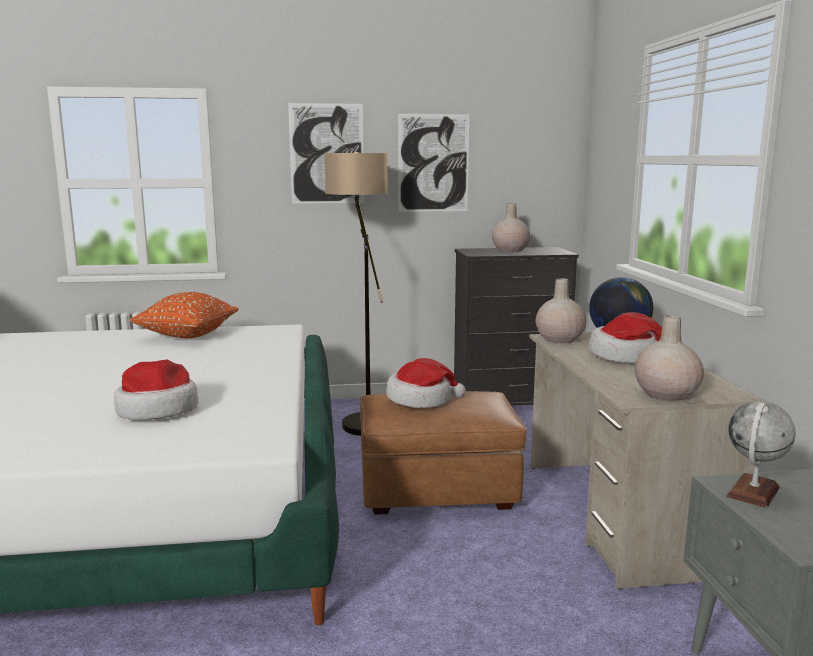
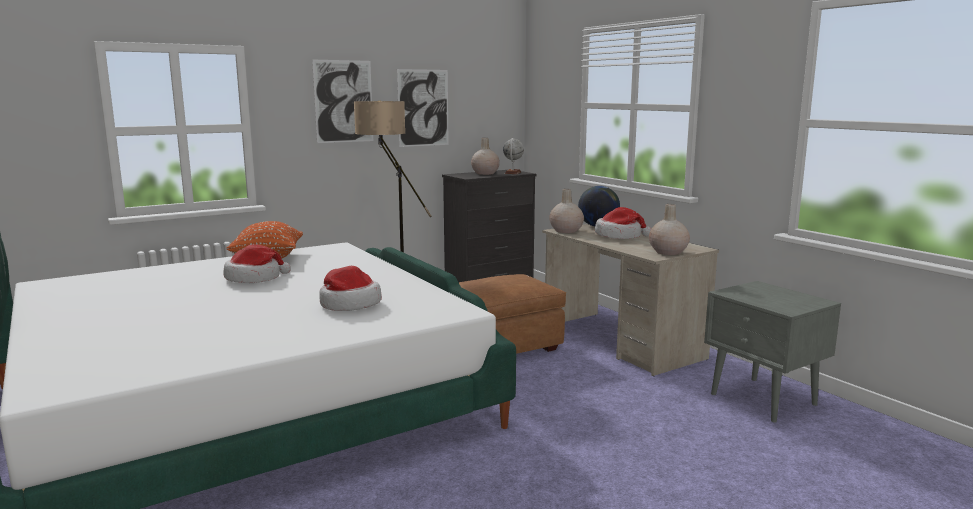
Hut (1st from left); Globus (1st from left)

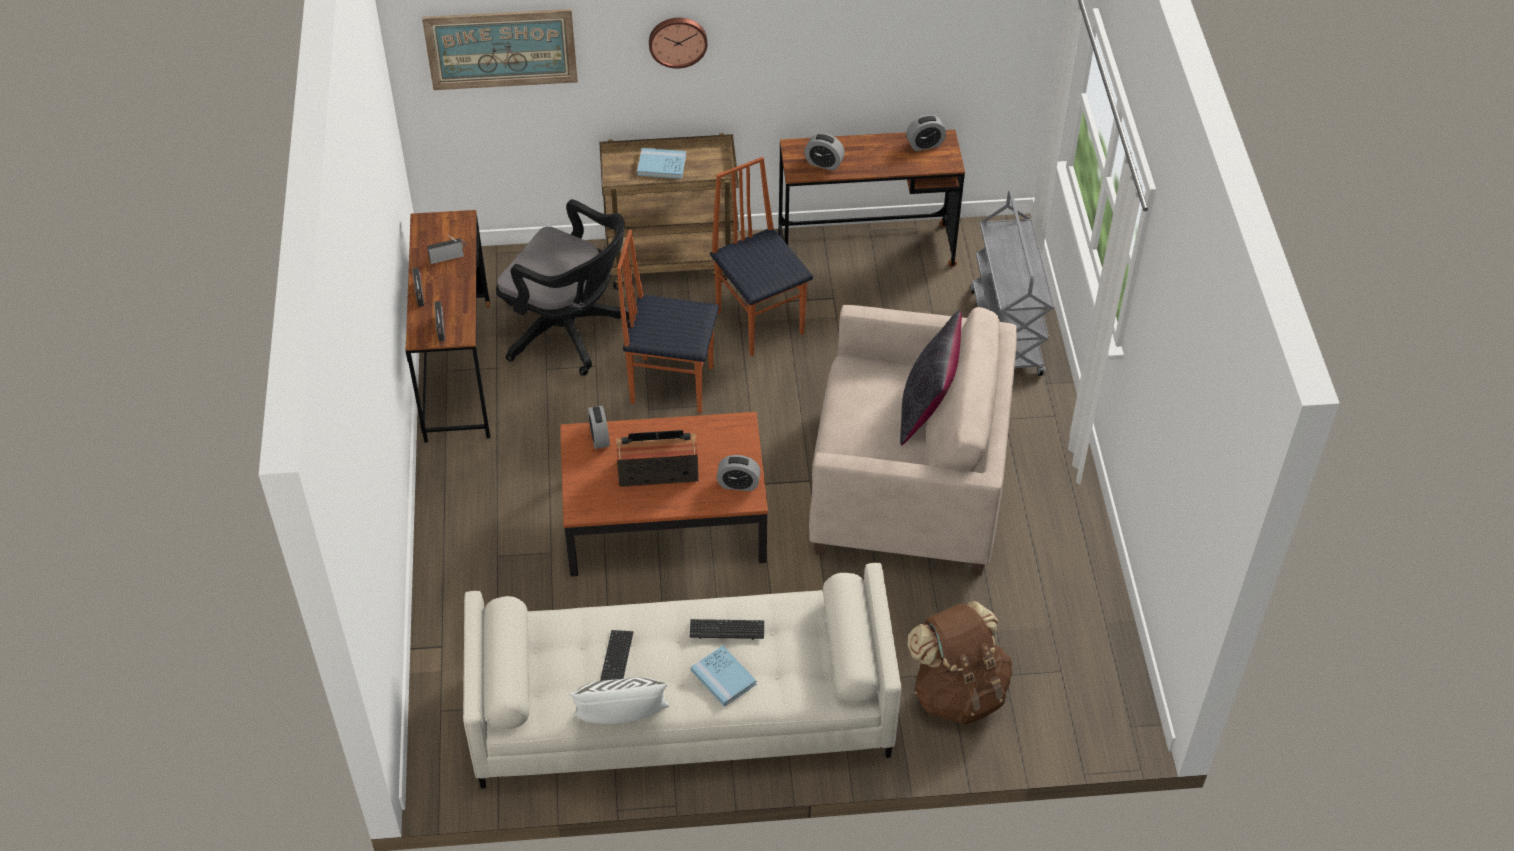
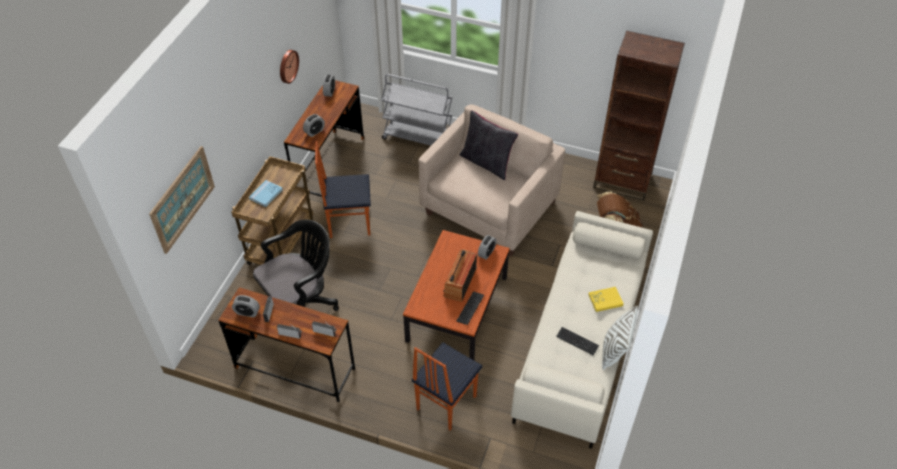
Wecker (1st from left); Stuhl (2nd from left); Wanduhr; Tastatur (1st from left); Buch (gelb); Bücherregal (braun)

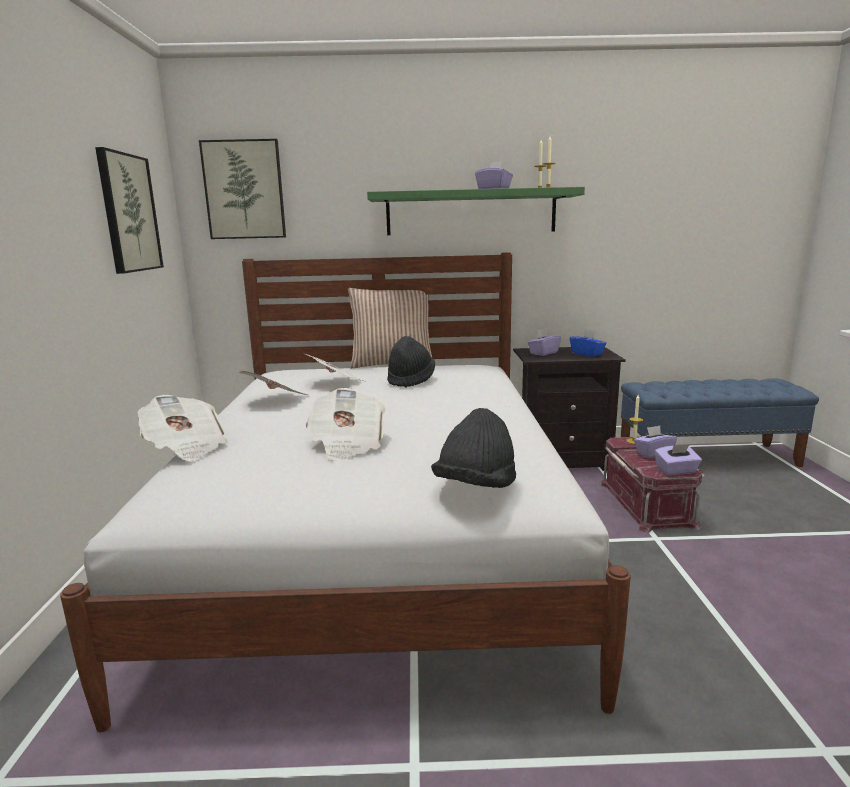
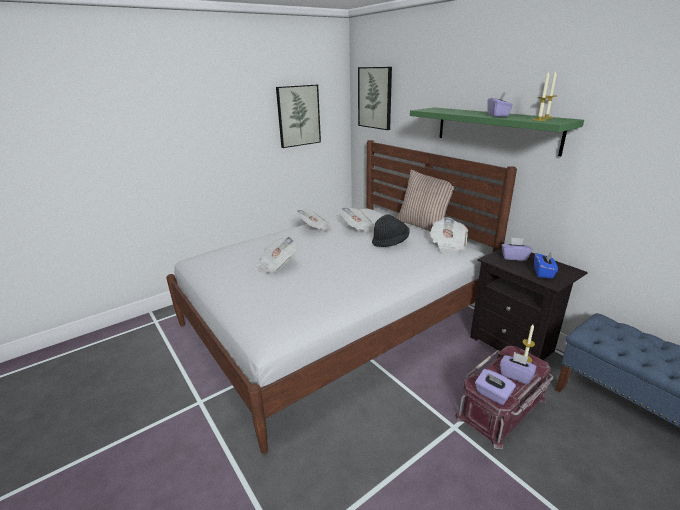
Zeitung (4th from left); Hut (schwarz) (2nd from left in the first image)

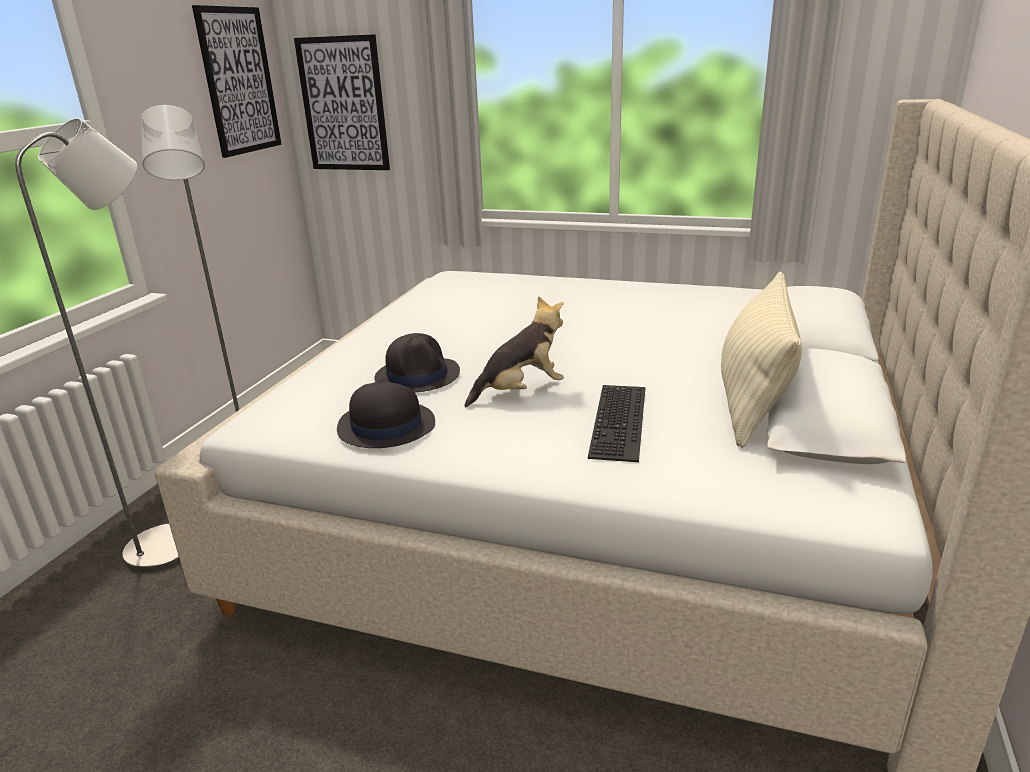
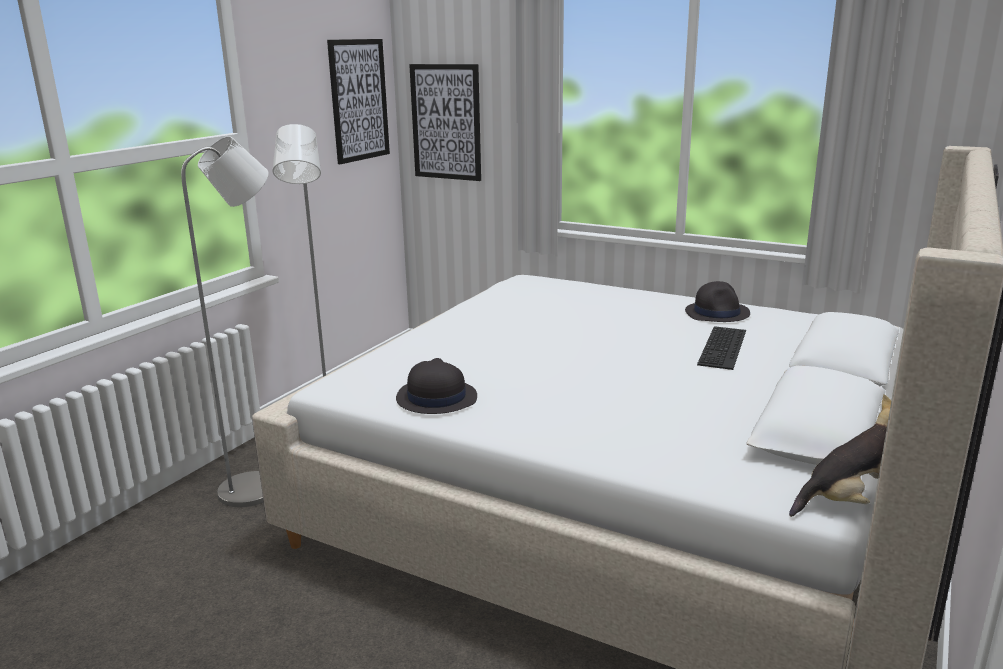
Hut (schwarz) (2nd from left); Plüschtier; Tastatur; Kissen (beige)

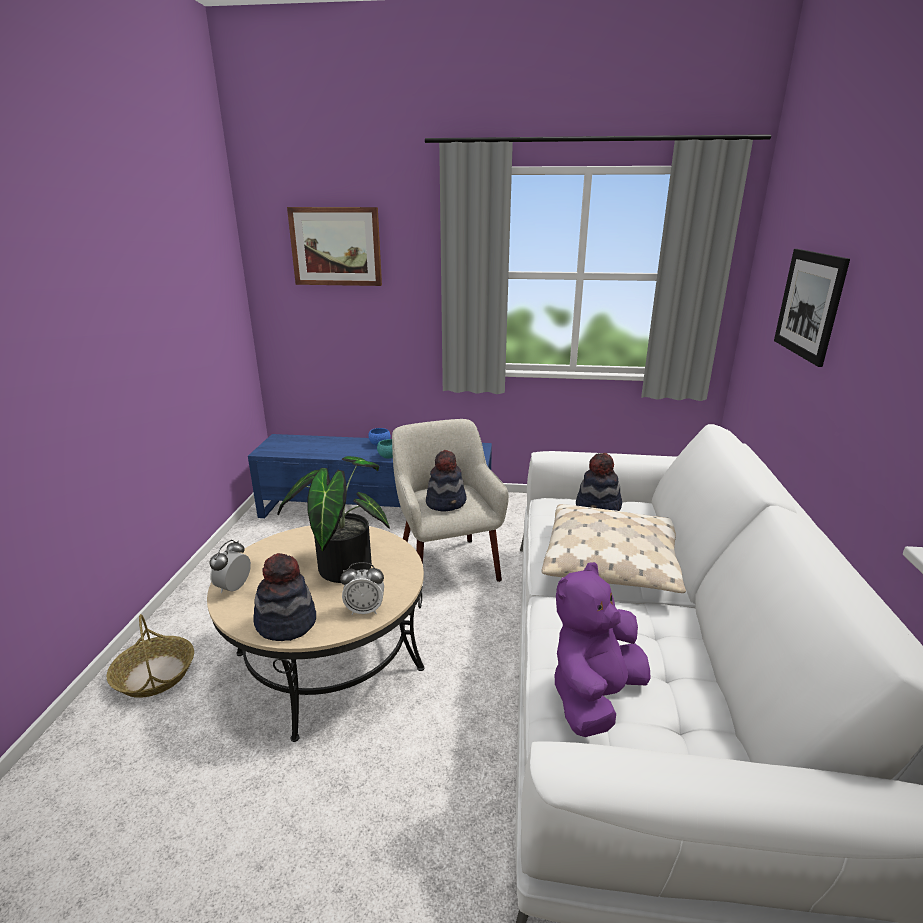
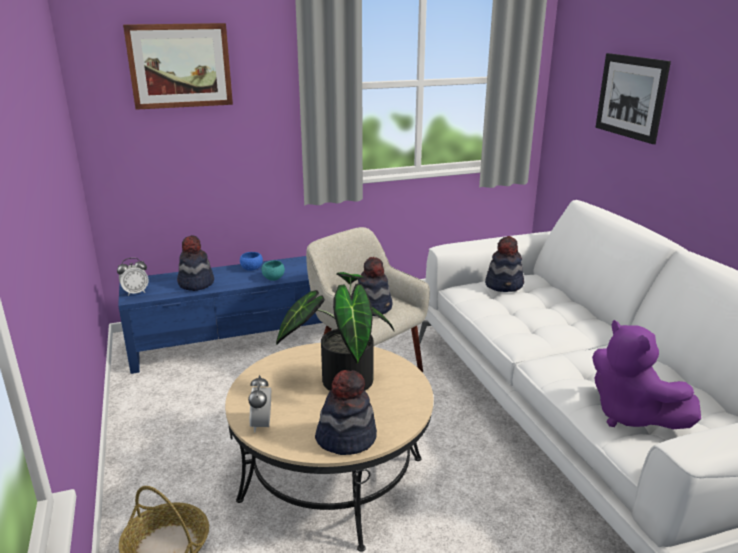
Wecker (1st from left); Kissen (beige); Plüschtier (lila); Hut (1st from left)

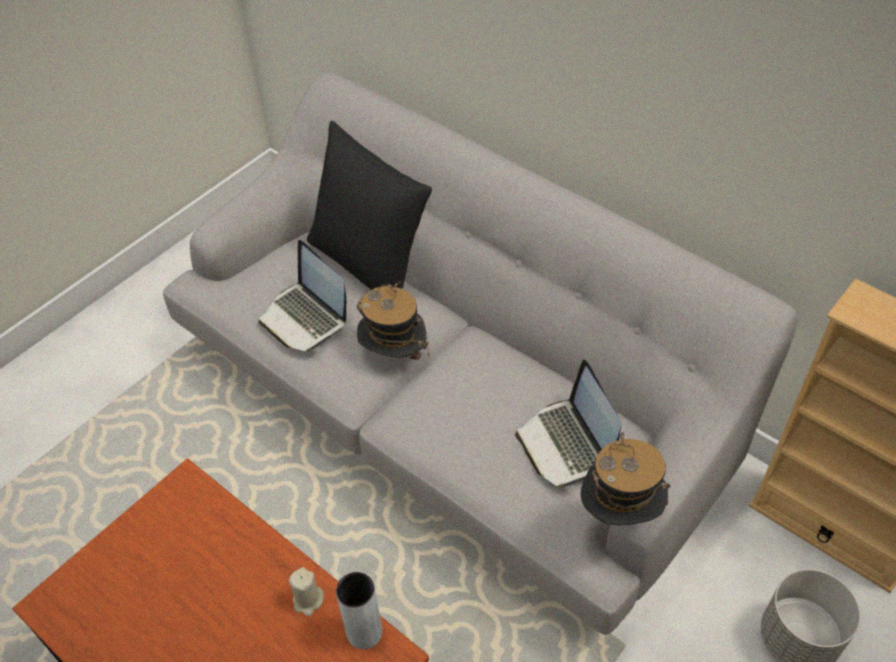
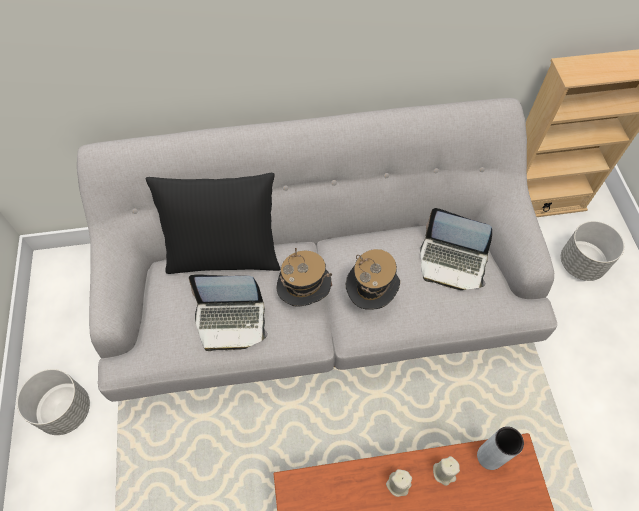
Hut (2nd from left); Pflanzkübel (grau) (1st from left); Kerze (beige) (1st from left)

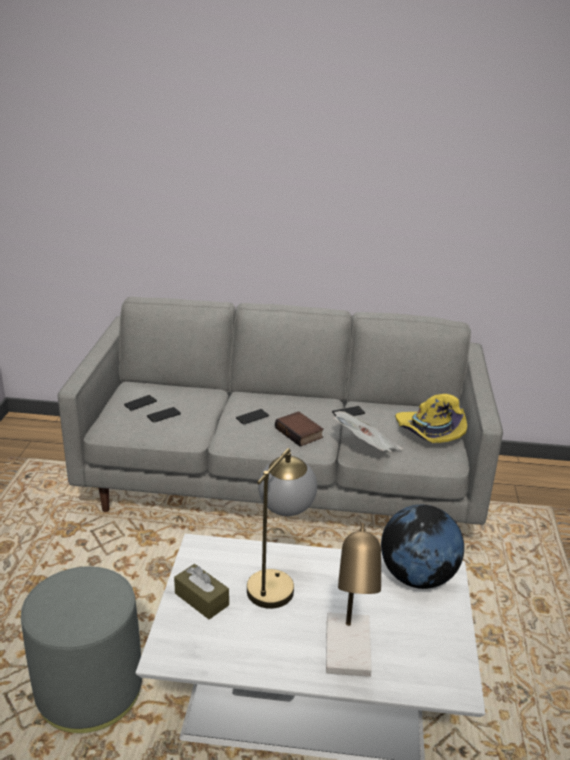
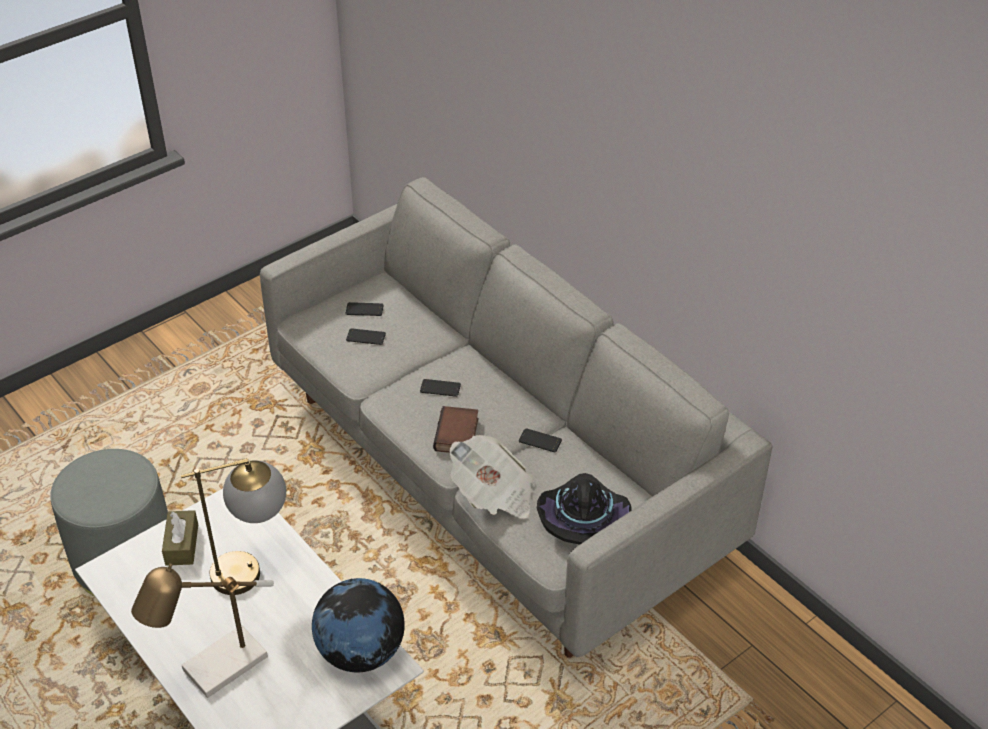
Hut (schwarz)

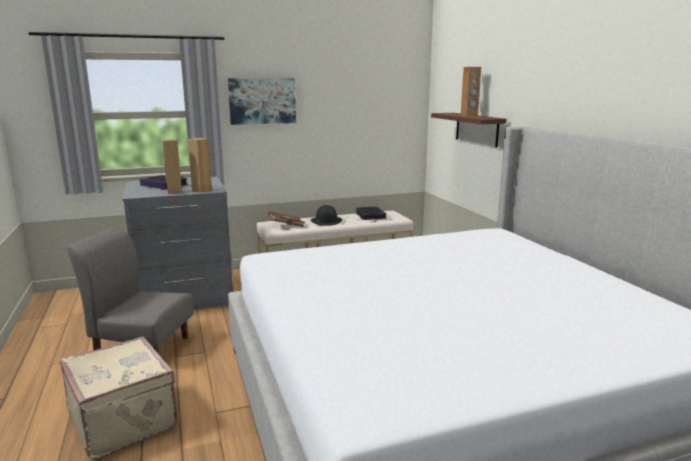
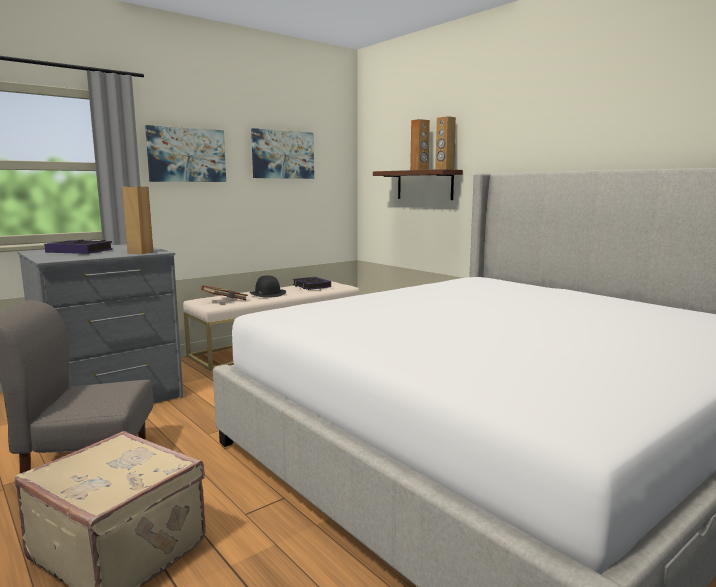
Lautsprecher (braun) (3rd from left); Bild (2nd from left)

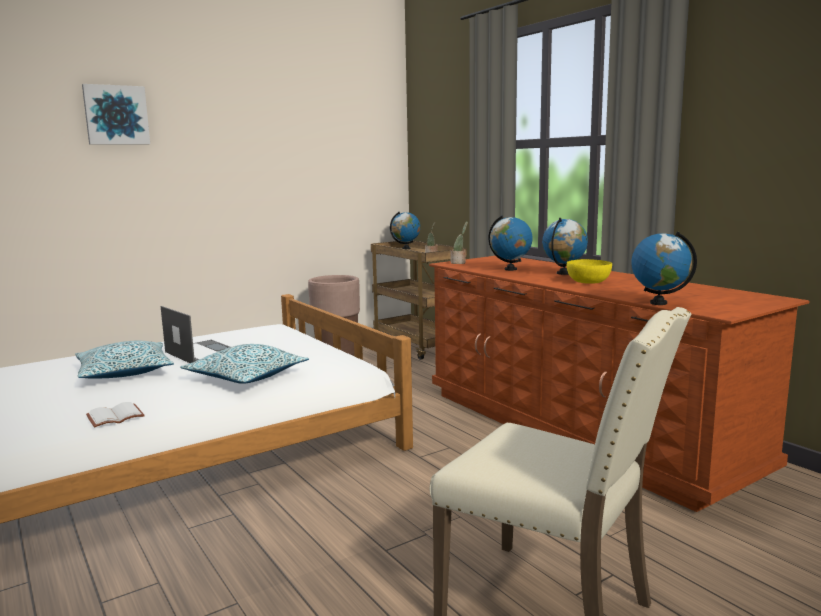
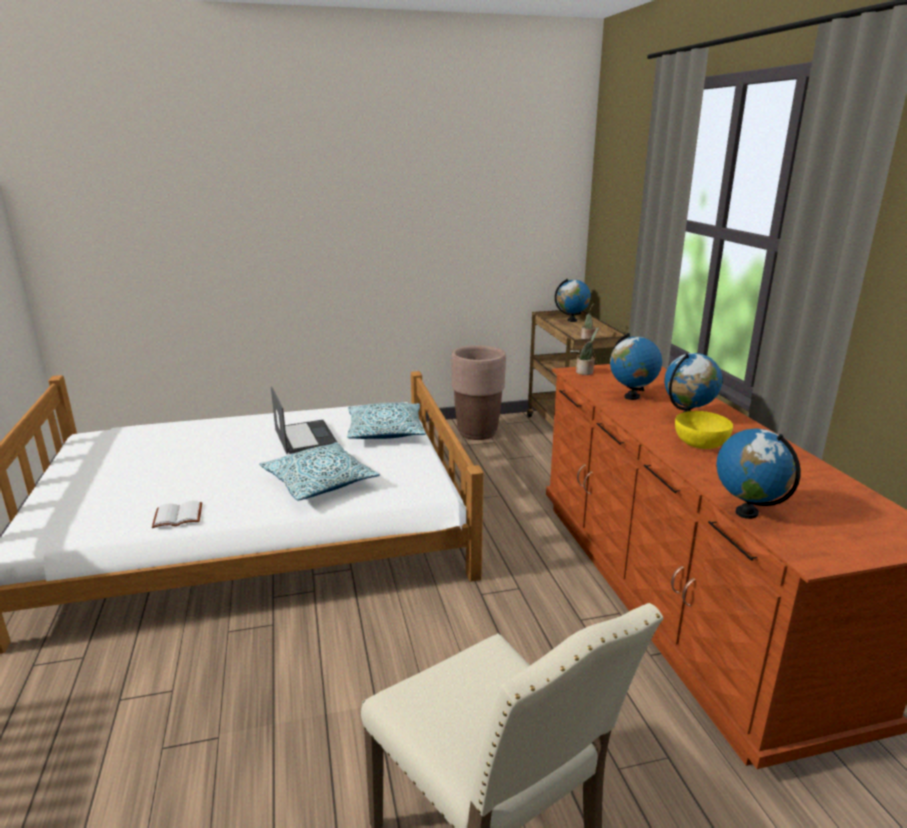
Kissen (2nd from left); Bild

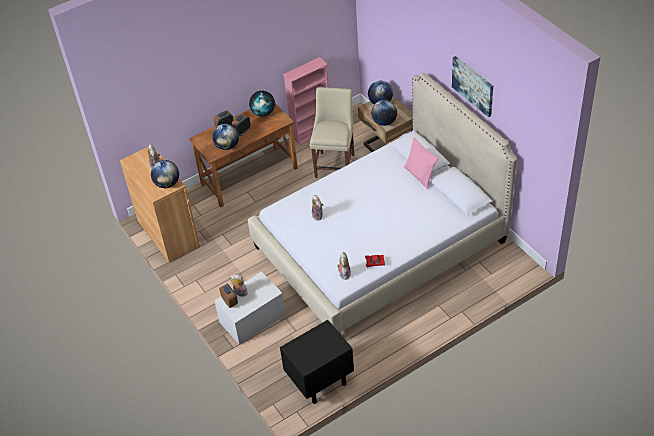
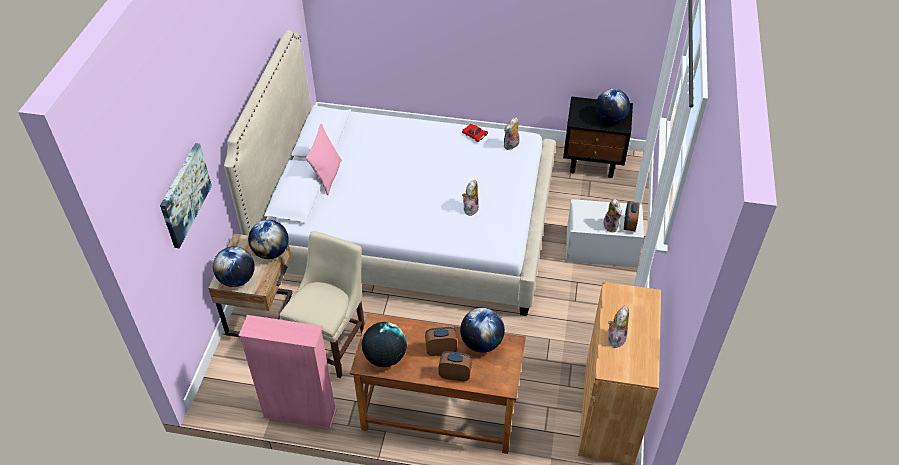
Globus (5th from left); Stuhl (beige); Bild

